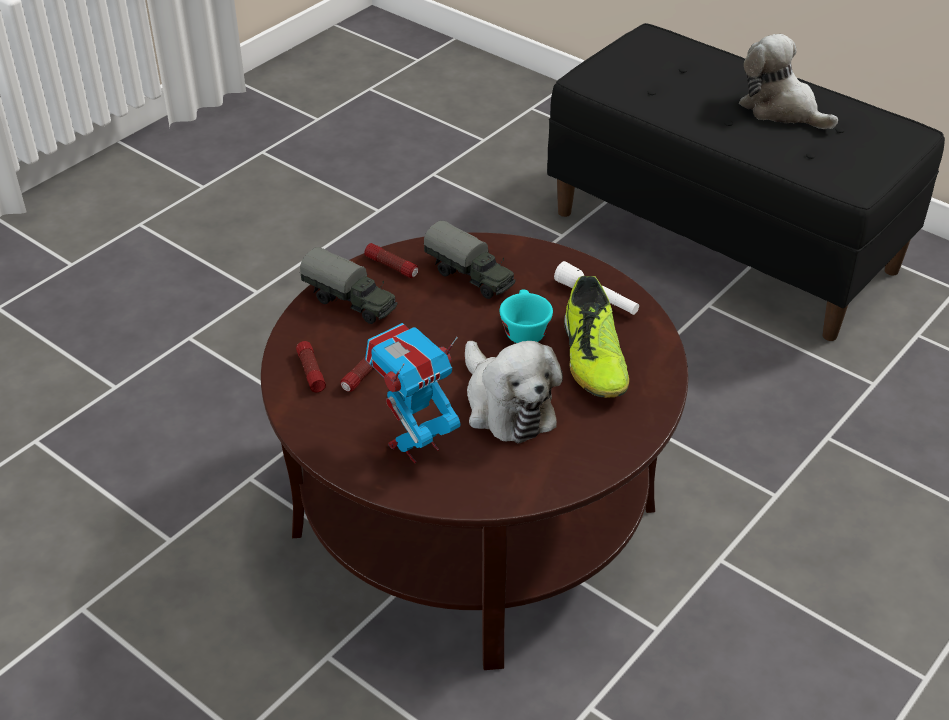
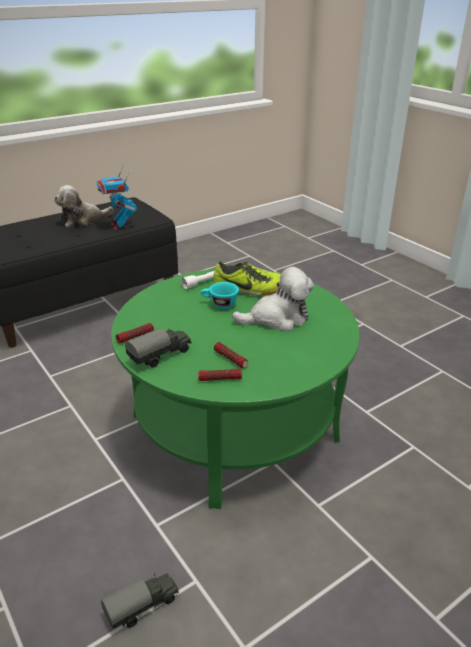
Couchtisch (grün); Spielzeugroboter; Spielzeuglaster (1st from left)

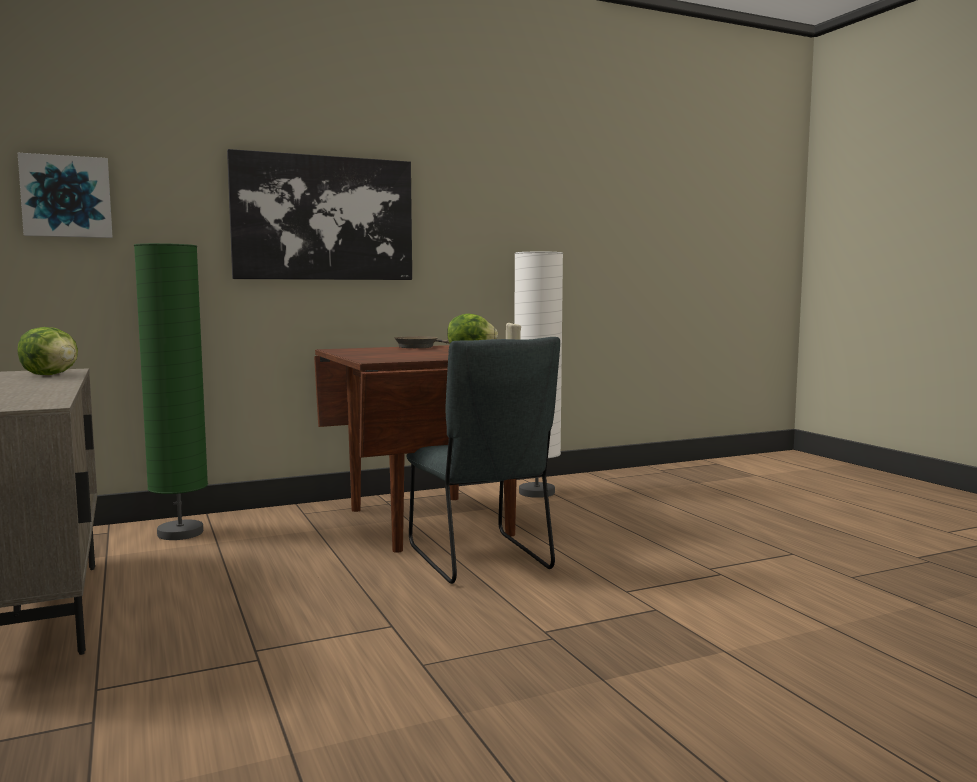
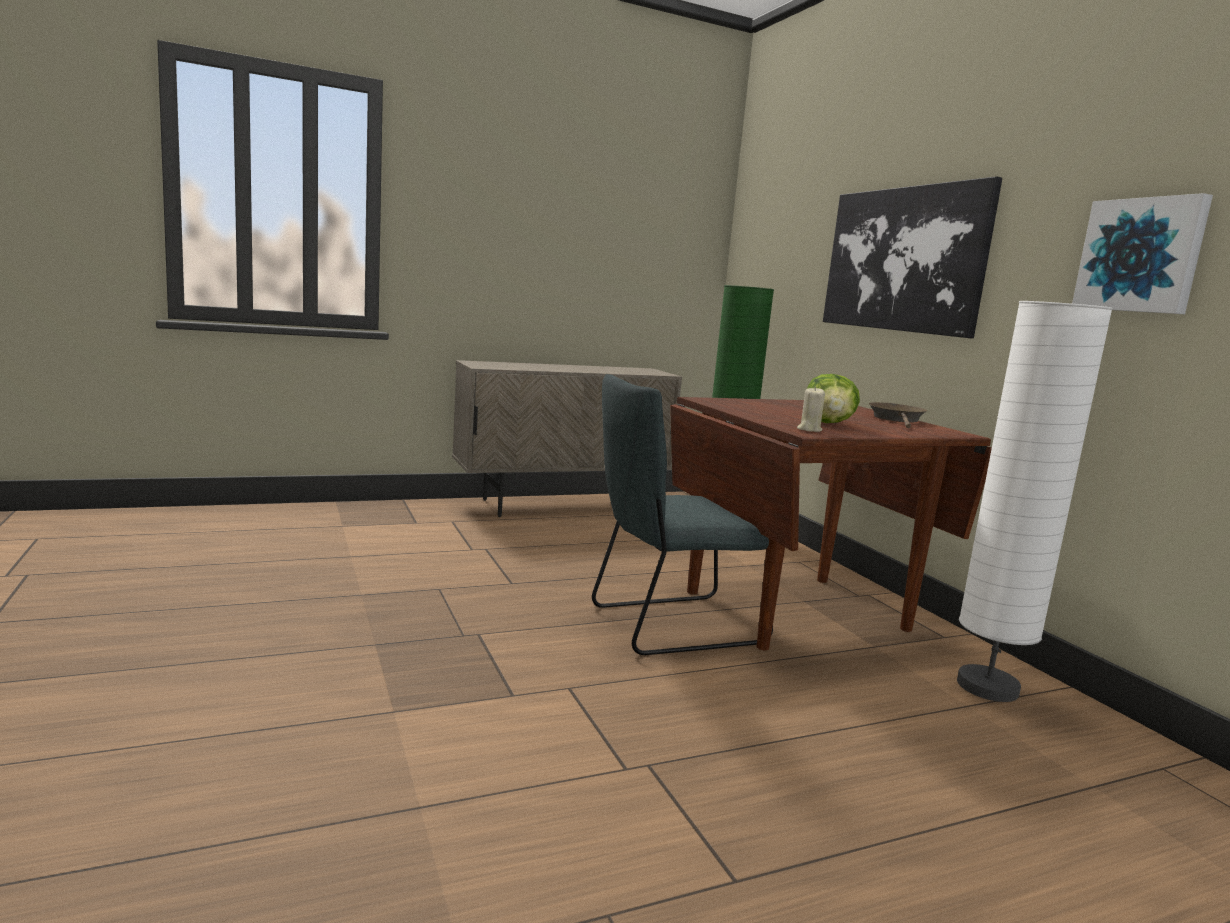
Salatkopf (1st from left in the first image); Bild (2nd from left)

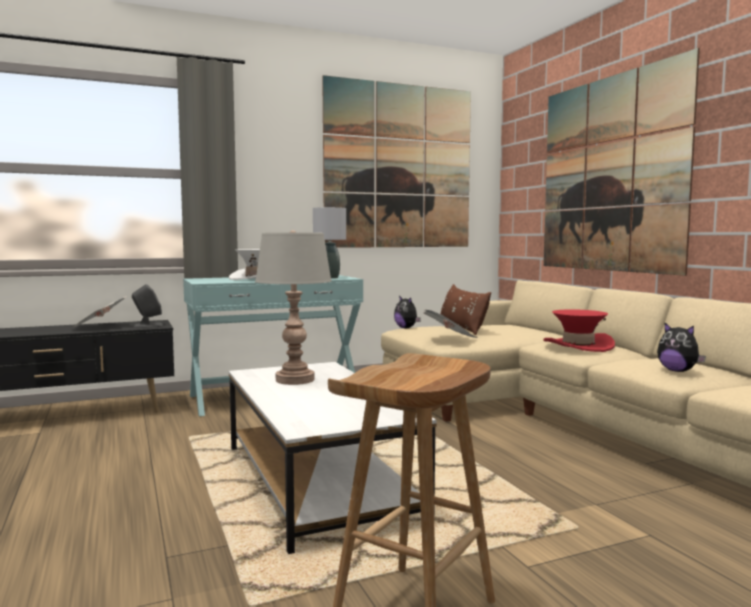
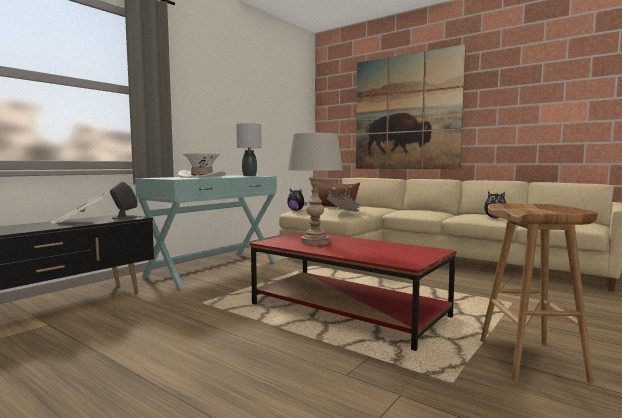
Couchtisch (rot); Bild (1st from left in the first image); Hut (rot)

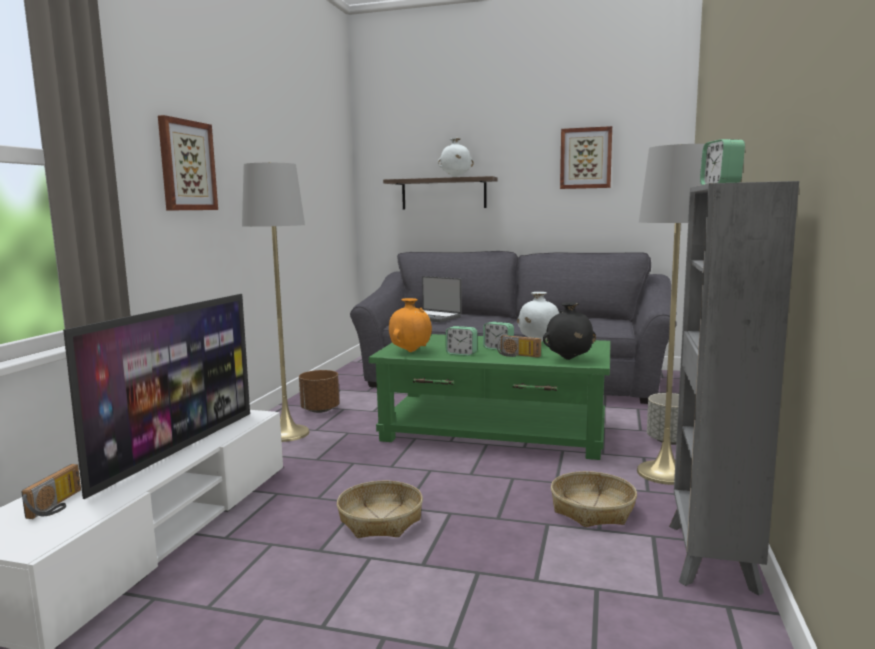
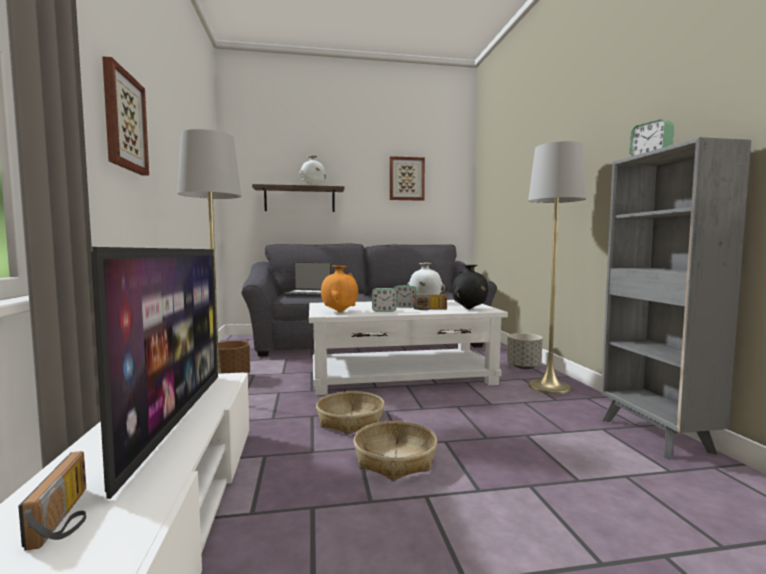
Couchtisch (weiß); Korb (1st from left)

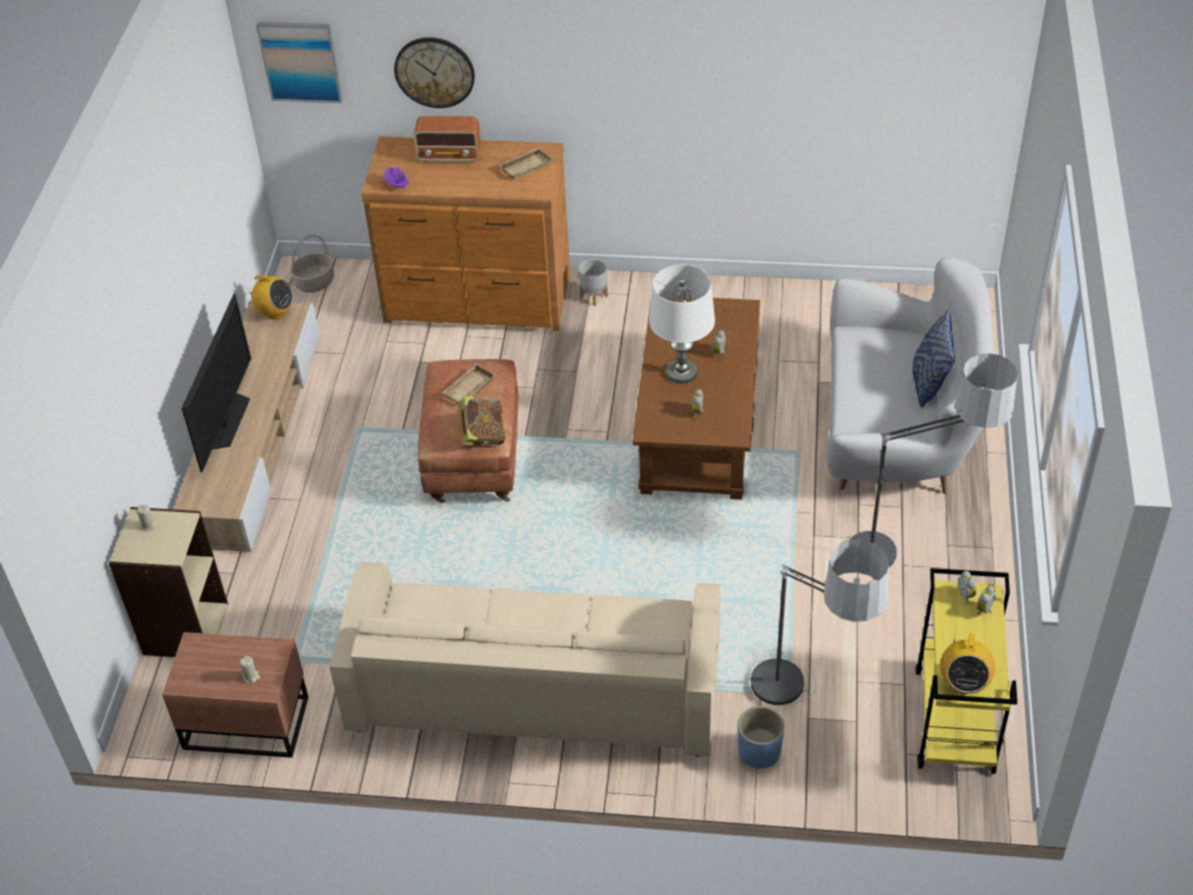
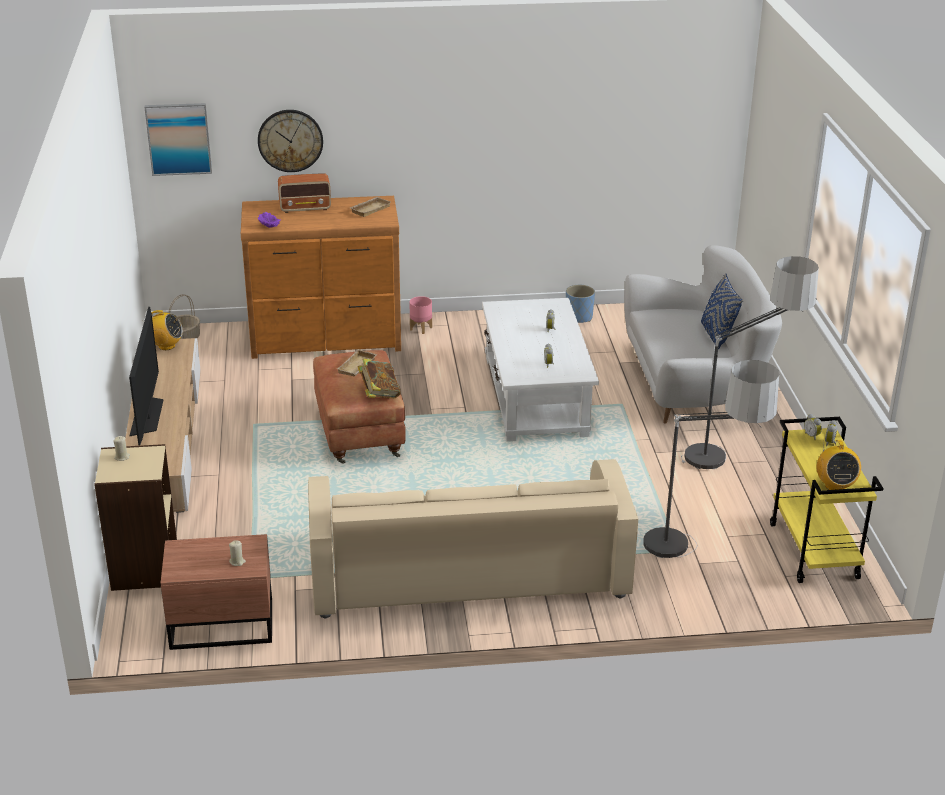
Pflanzkübel (rosa); Couchtisch (weiß); Tischlampe (weiß); Pflanzkübel (blau)

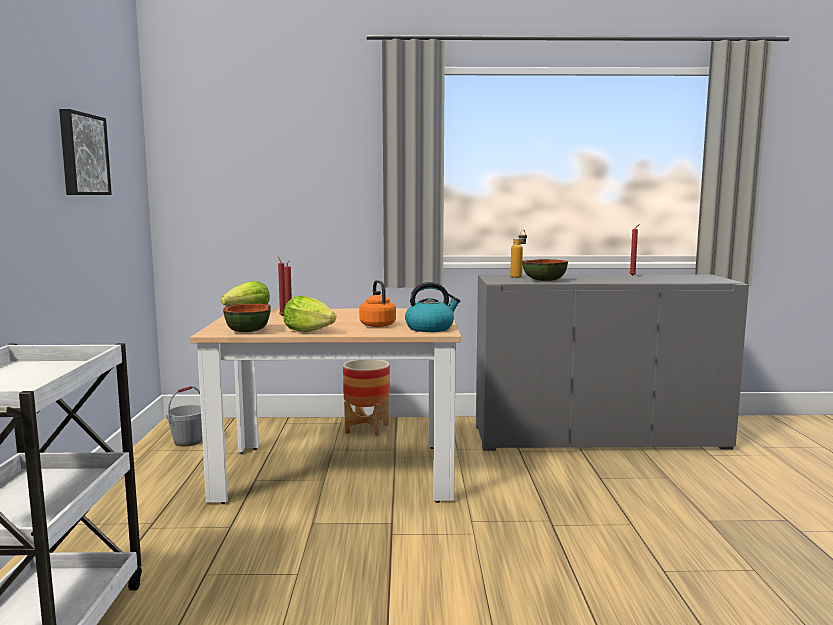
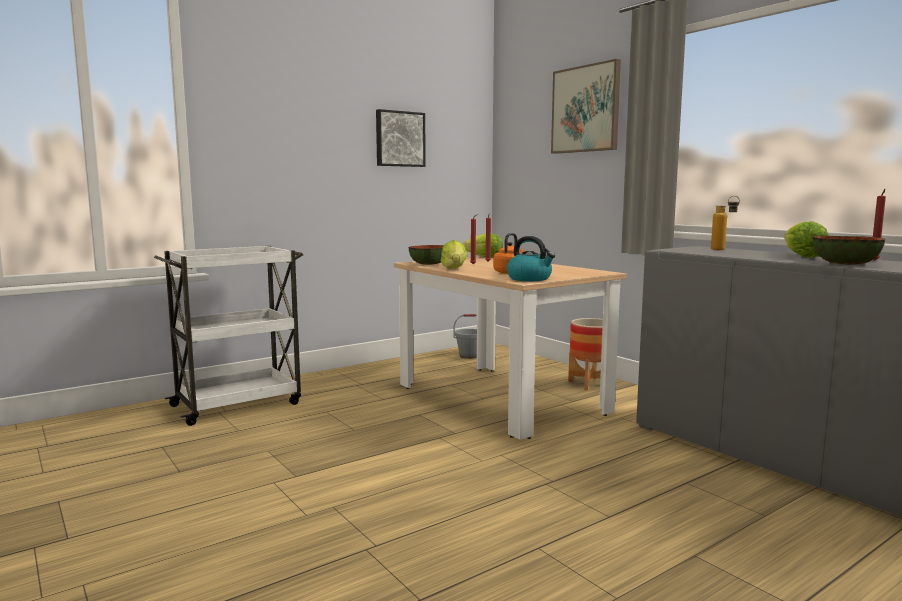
Schüssel (2nd from left); Bild (2nd from left); Salatkopf (3rd from left)

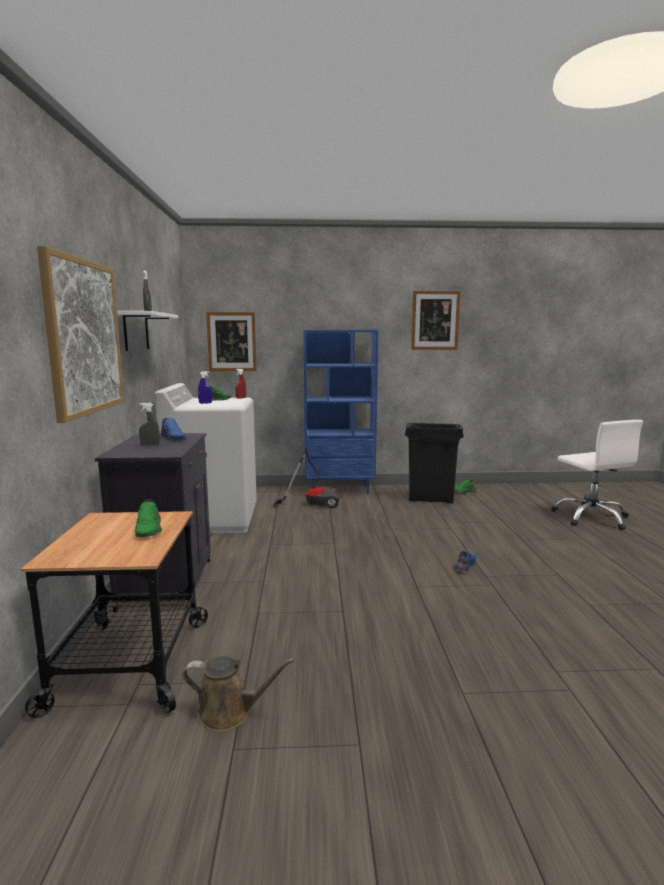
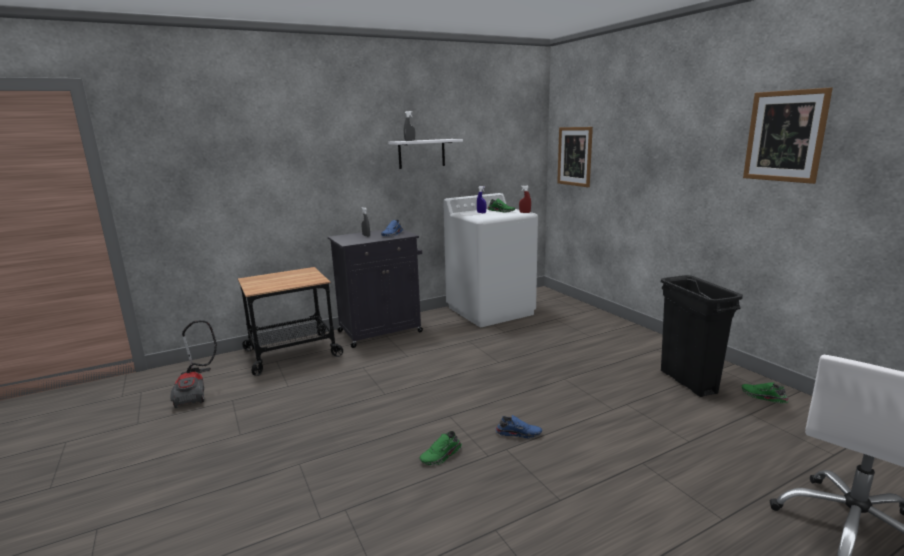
Bild (1st from left in the first image); Schuh (grün) (1st from left); Gießkanne (braun); Staubsauger; Bücherregal (blau)

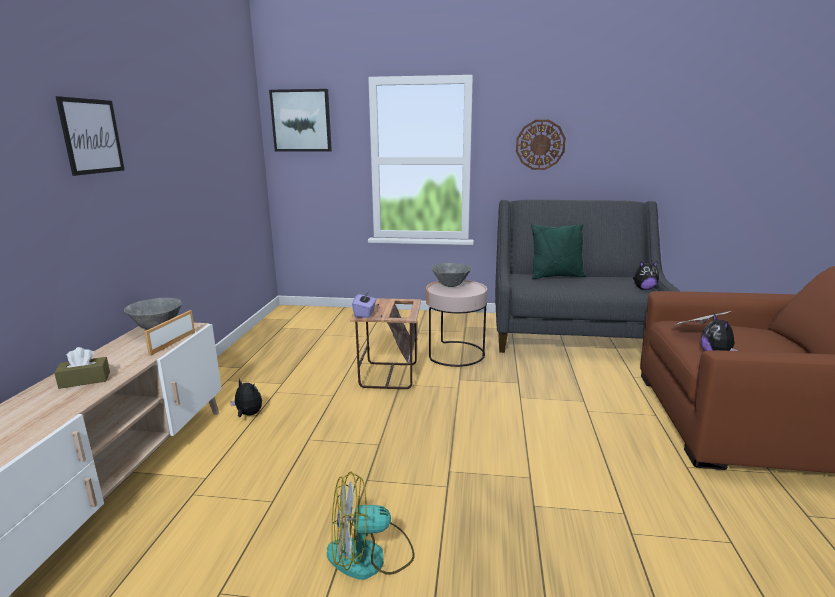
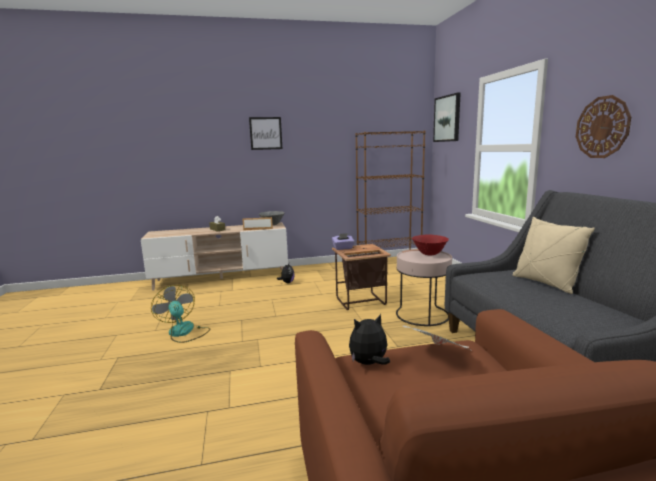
Schüssel (rot); Kissen (beige); Plüschtier (2nd from left in the first image); Bücherregal (braun)

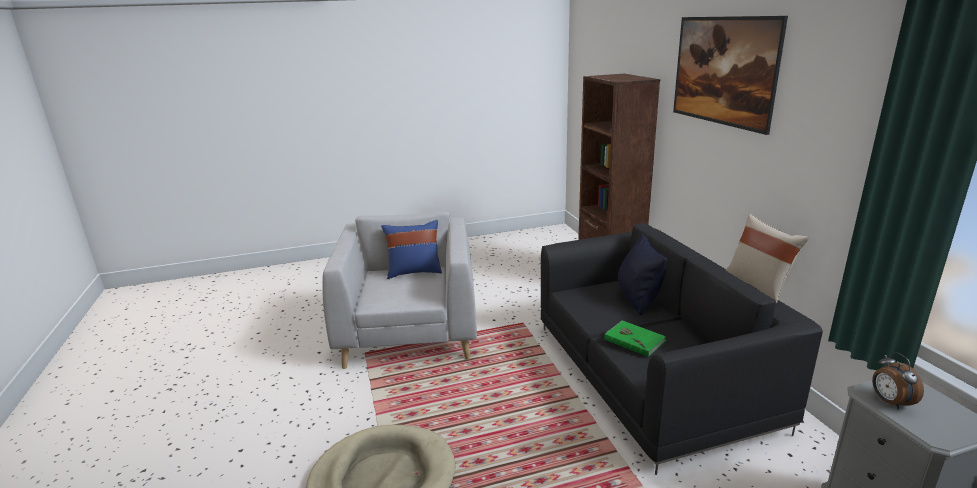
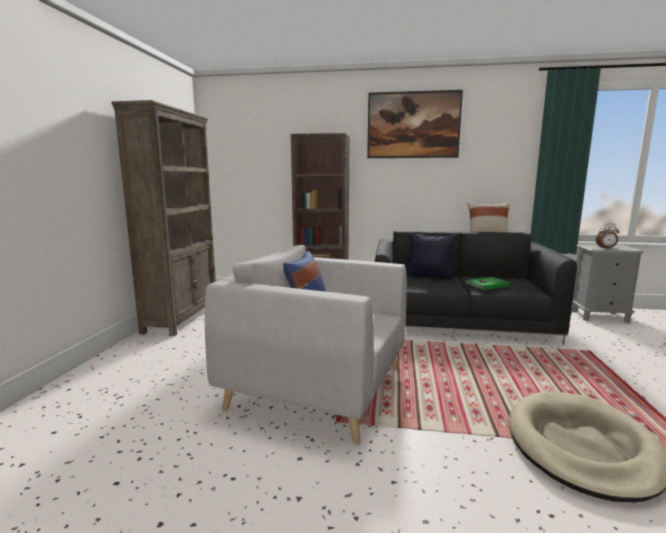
Bücherregal (braun) (1st from left)

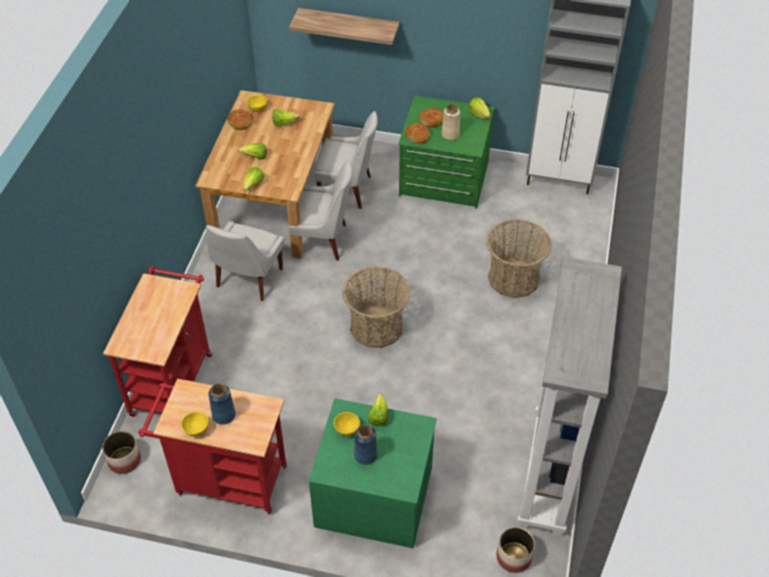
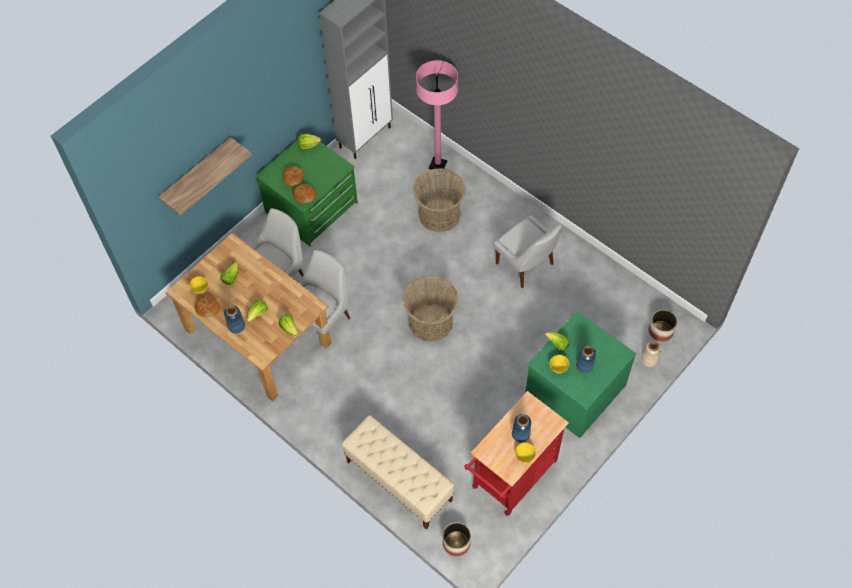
Bank (beige); Stuhl (weiß) (3rd from left); Vase (beige); Bücherregal (grau); Vase (blau) (1st from left); Stehlampe (rosa)

